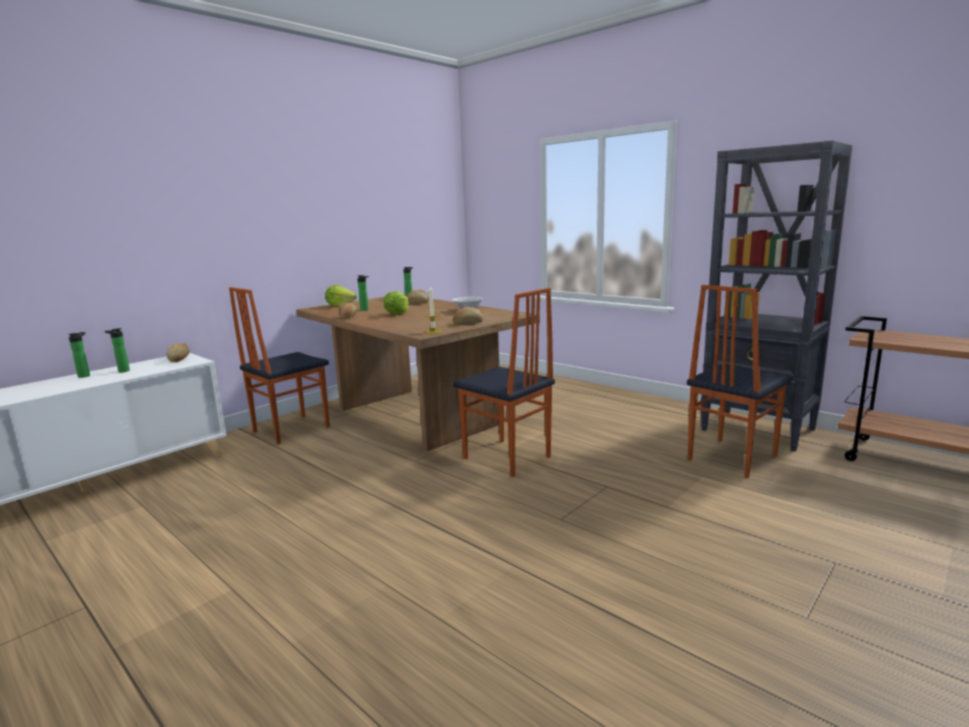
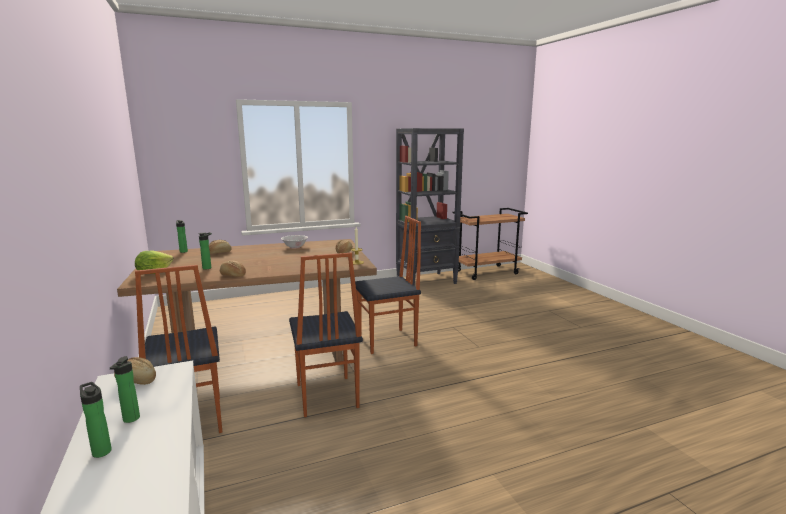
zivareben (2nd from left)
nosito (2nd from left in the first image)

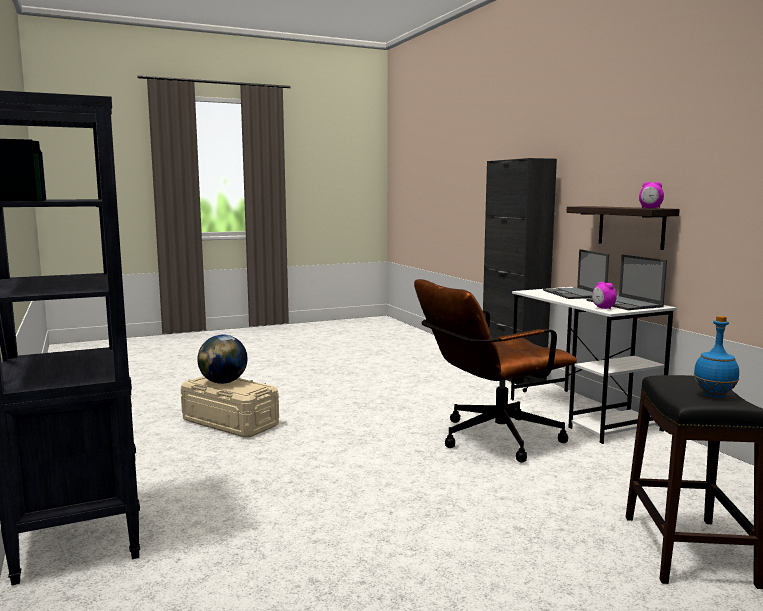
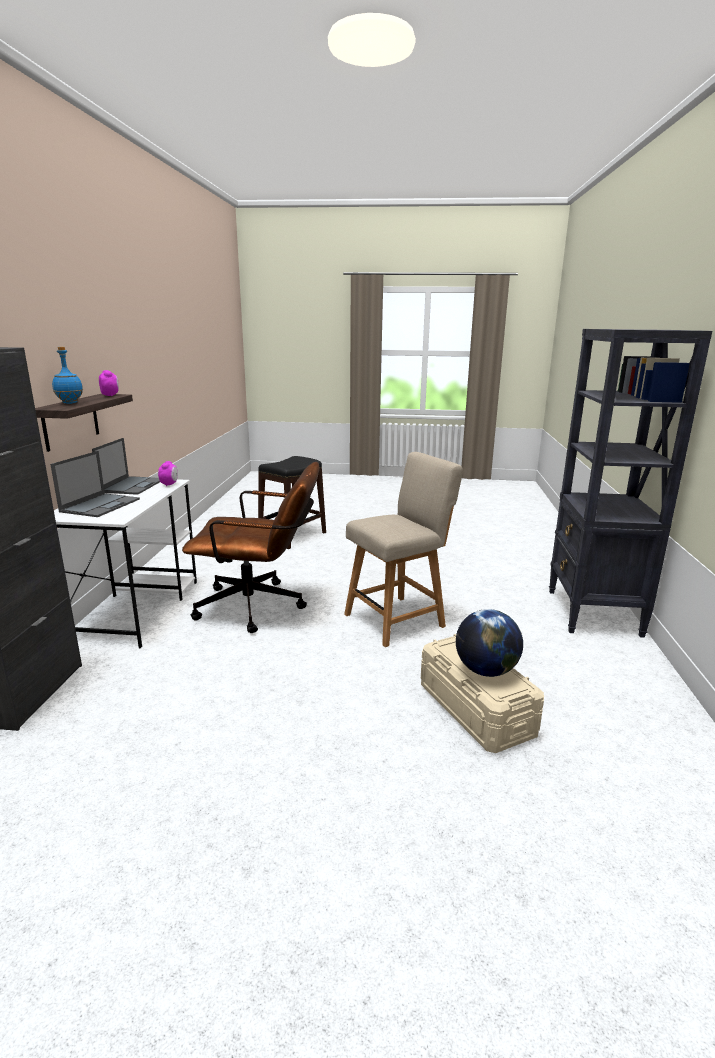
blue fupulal
beige zivareben

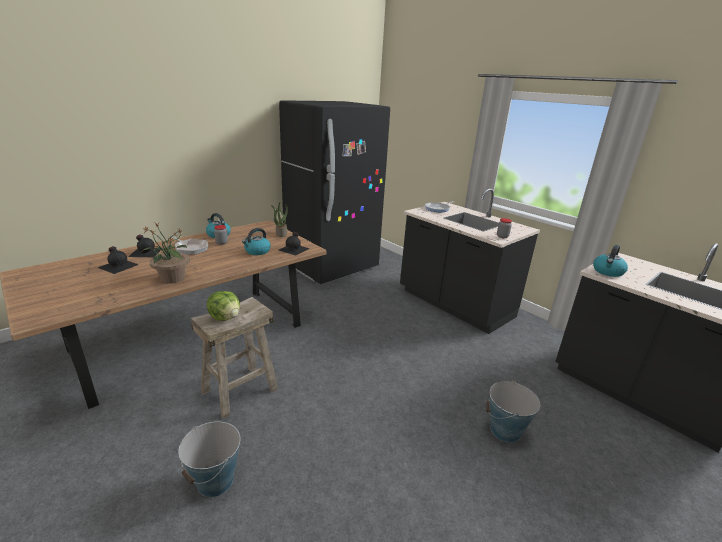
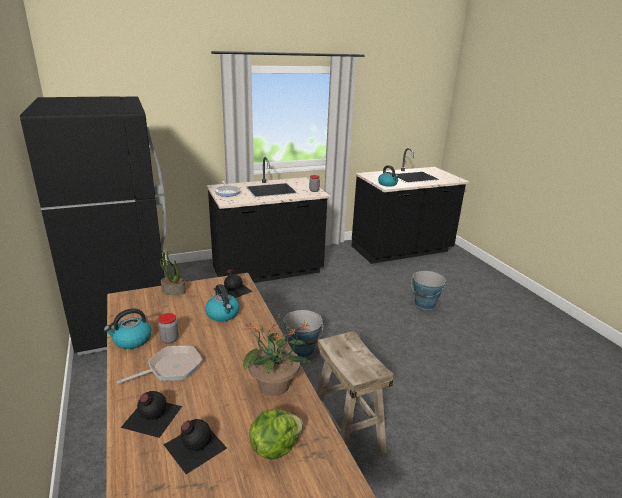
nosito
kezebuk (1st from left)

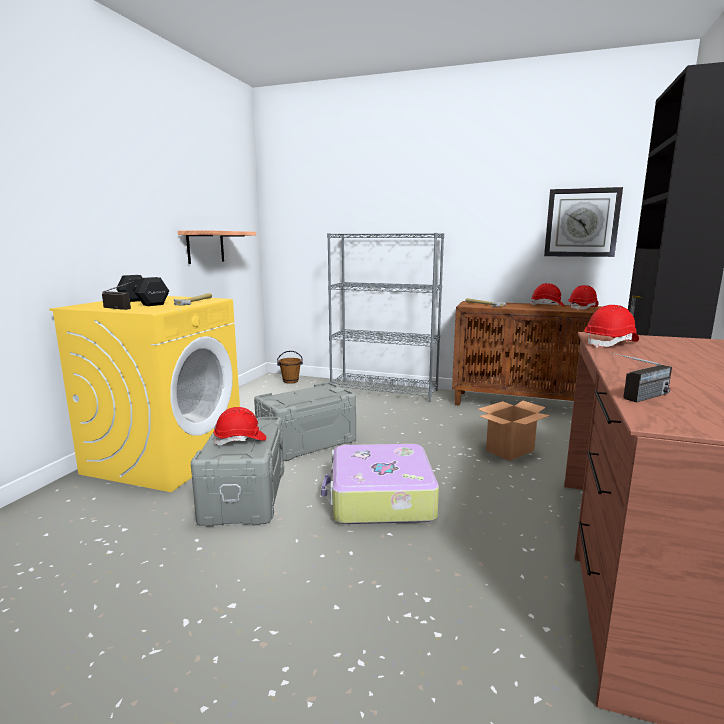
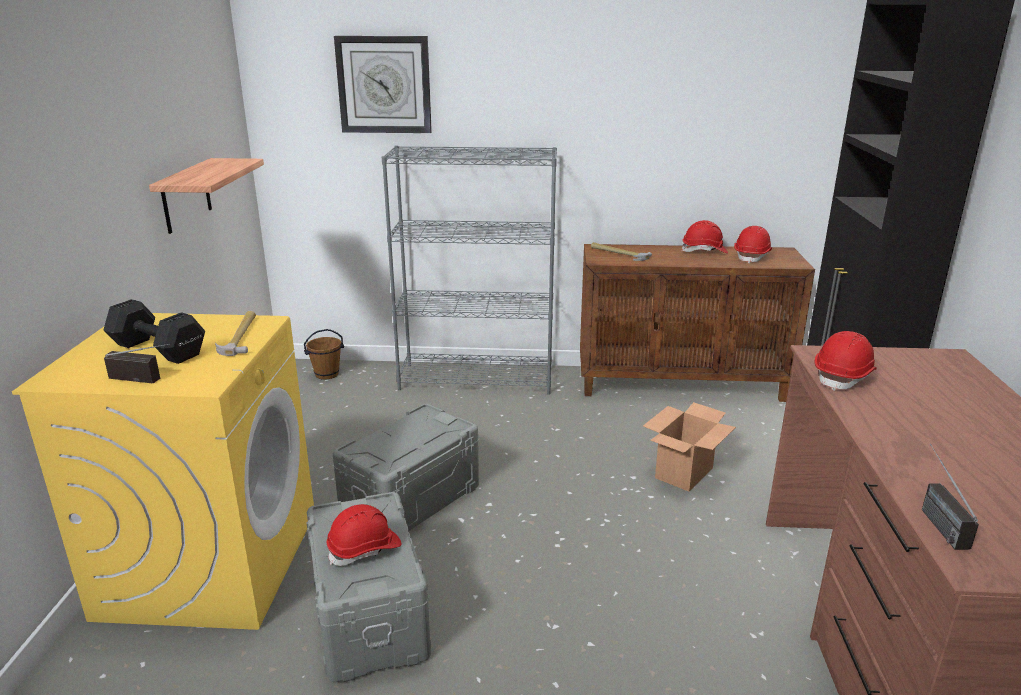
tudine
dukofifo (2nd from left)
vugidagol

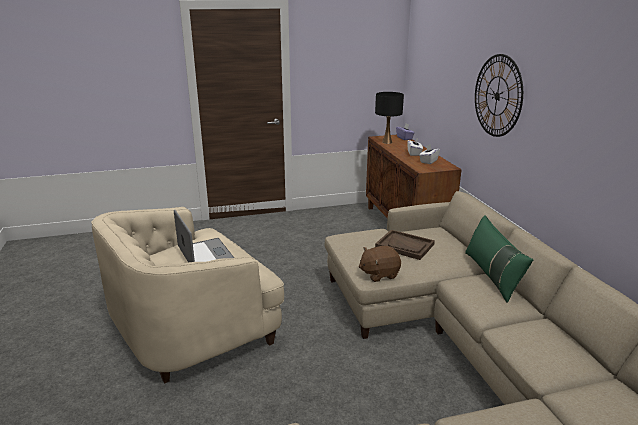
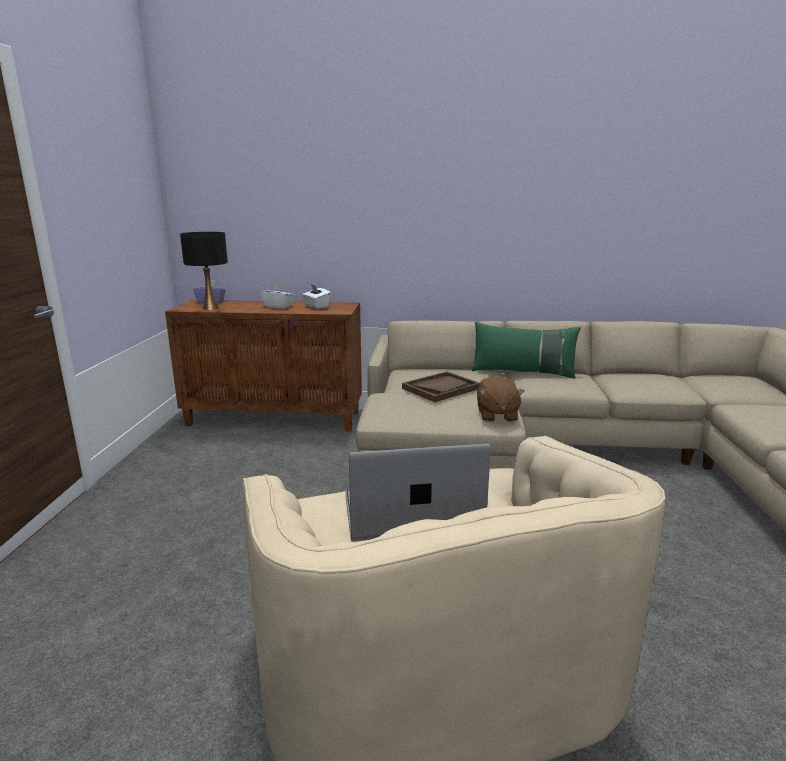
tudine

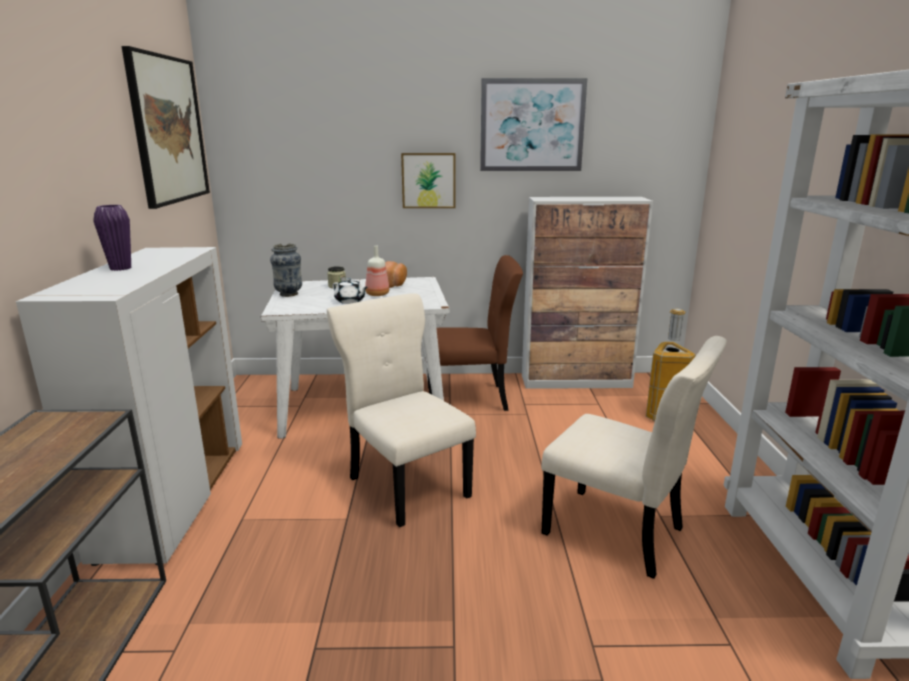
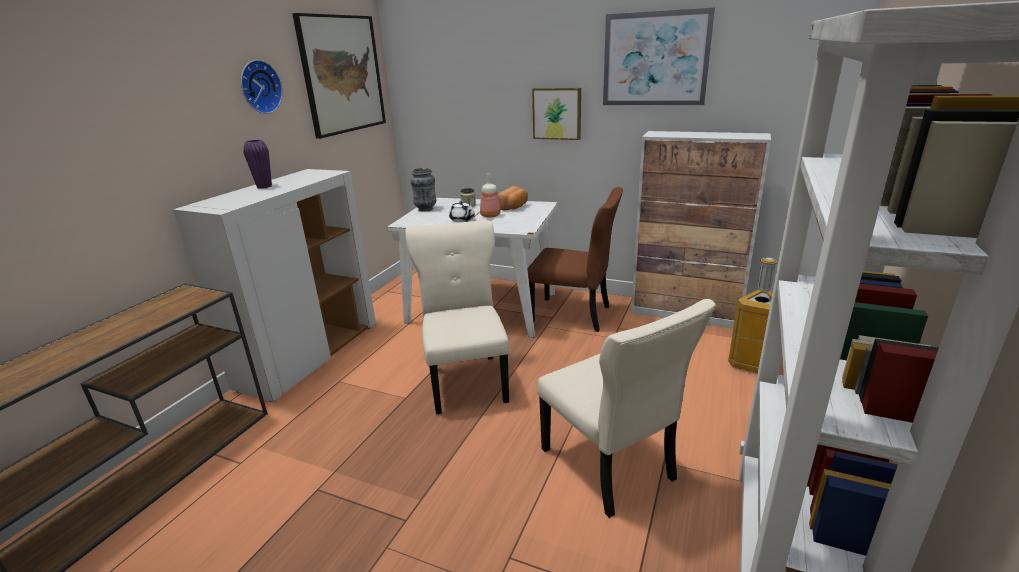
tudine

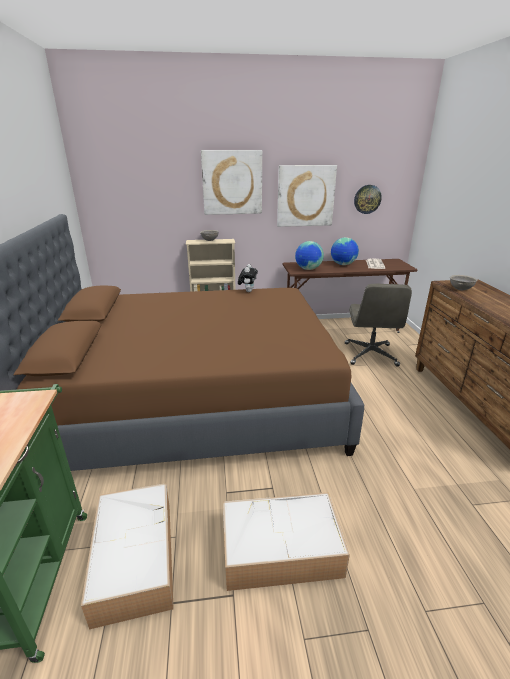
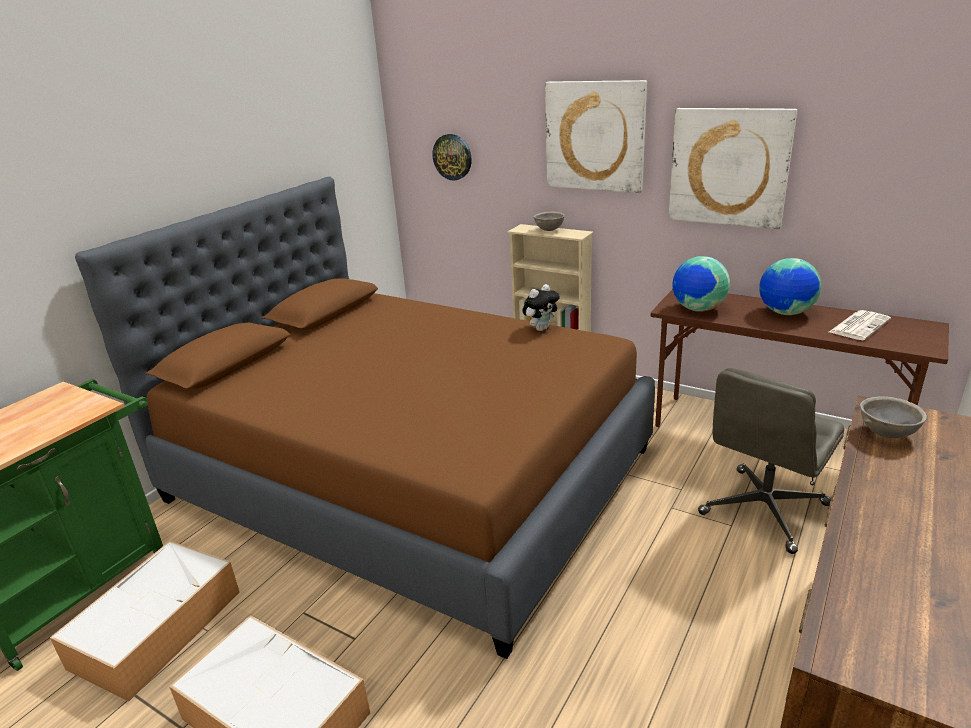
tudine

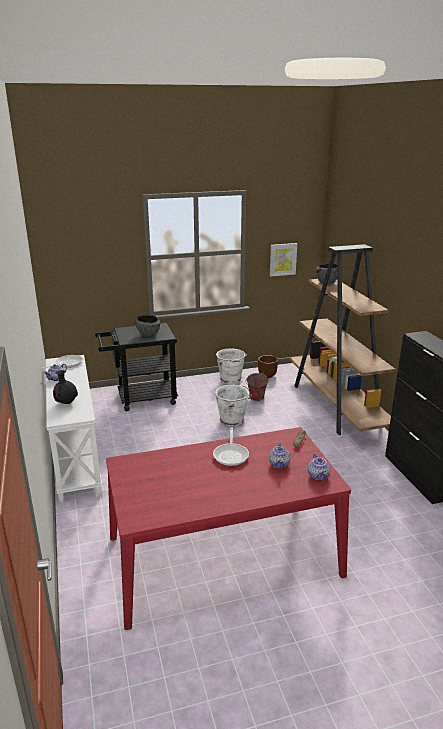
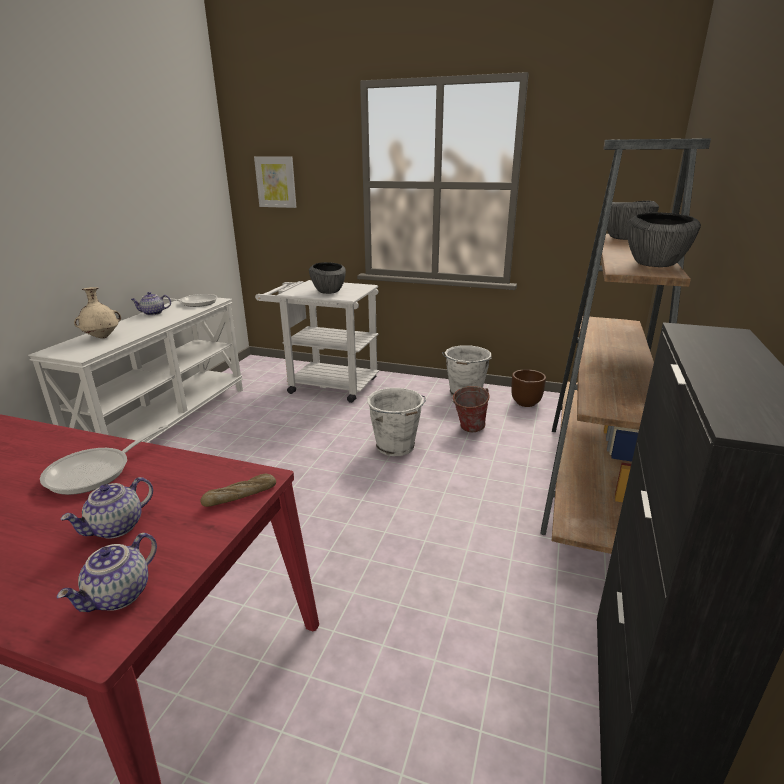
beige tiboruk
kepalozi
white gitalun
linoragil (3rd from left)

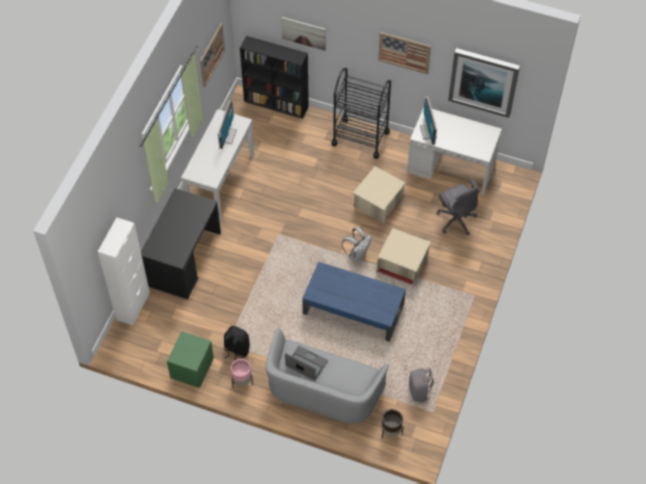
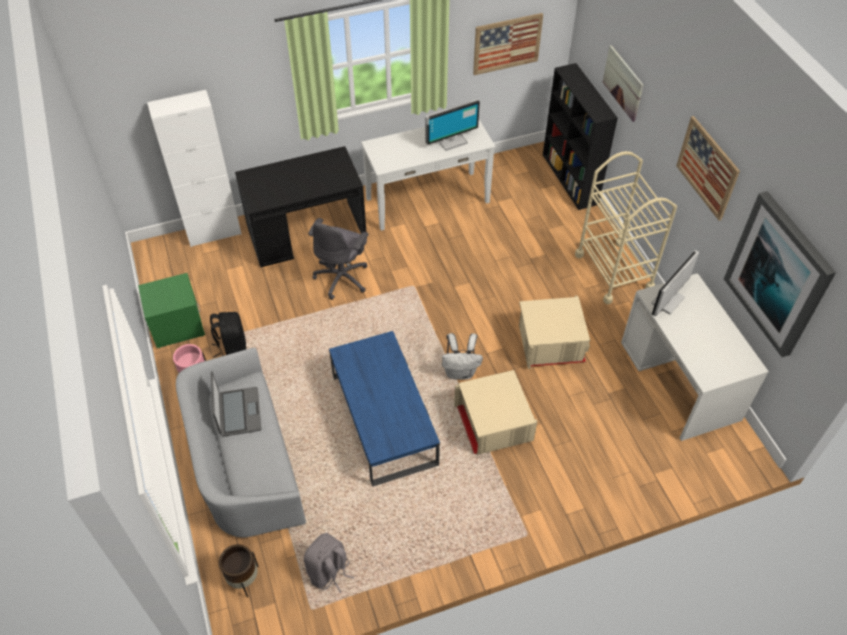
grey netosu
beige gitalun

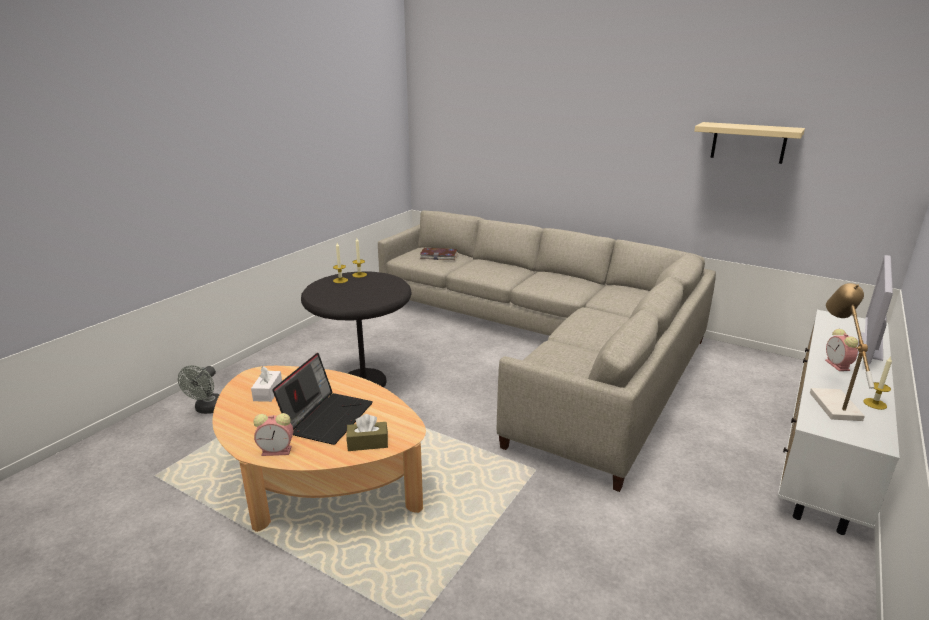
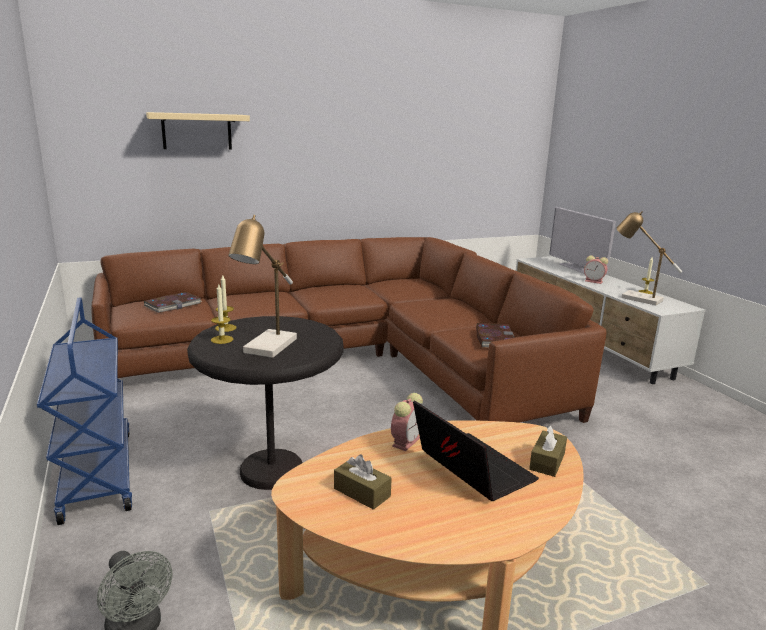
blue gitalun
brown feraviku
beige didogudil
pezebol (1st from left)
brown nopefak (1st from left)
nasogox (1st from left)
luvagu (2nd from left)

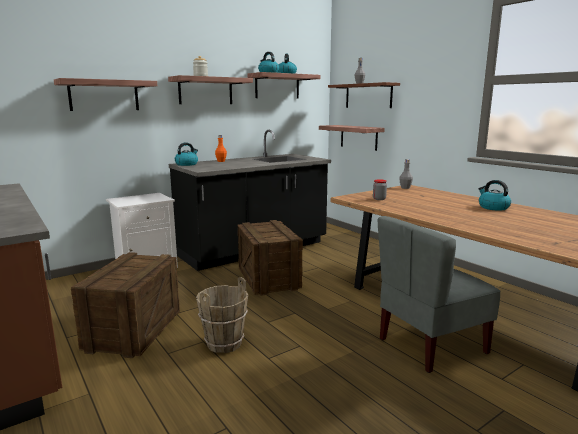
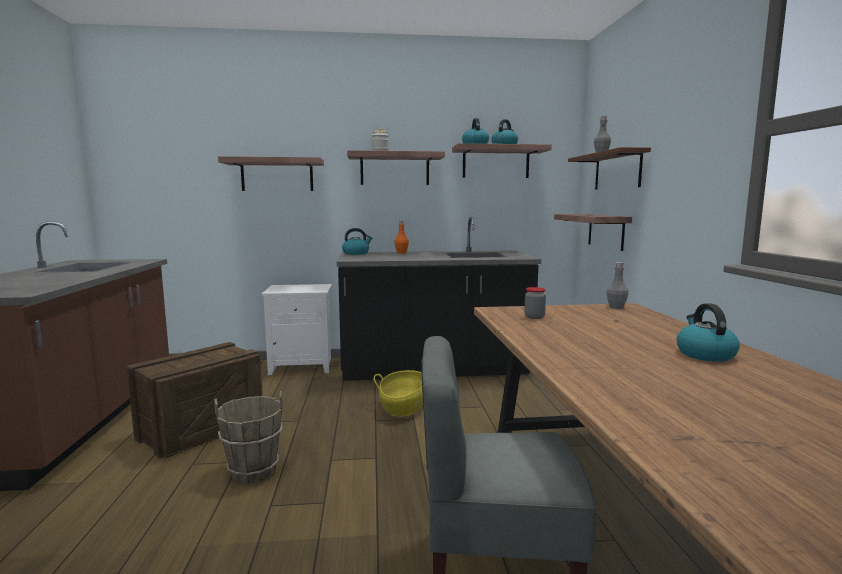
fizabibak

